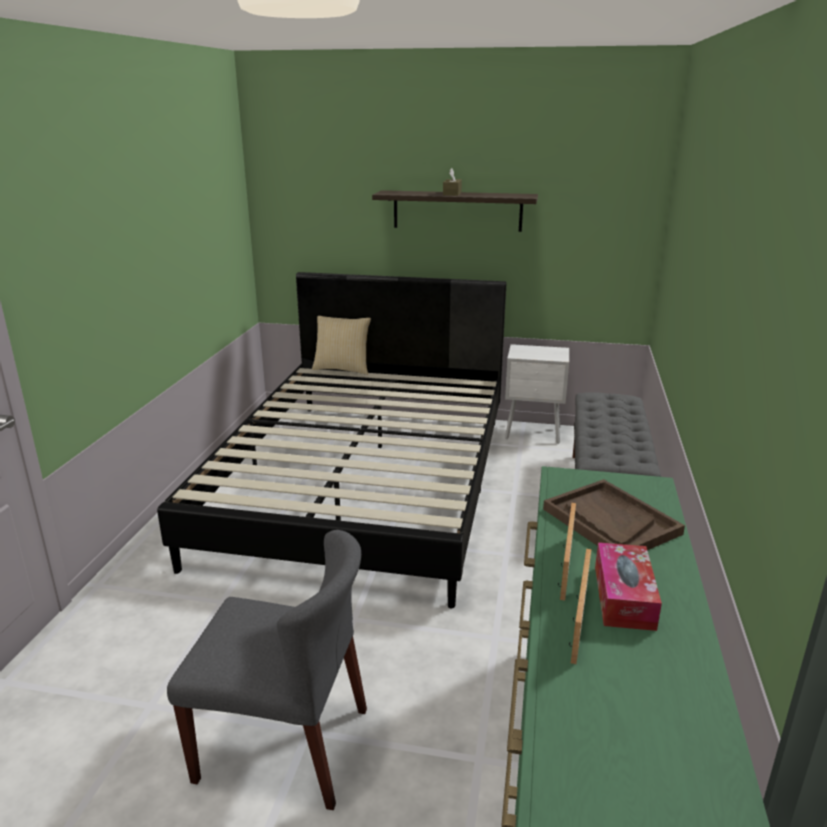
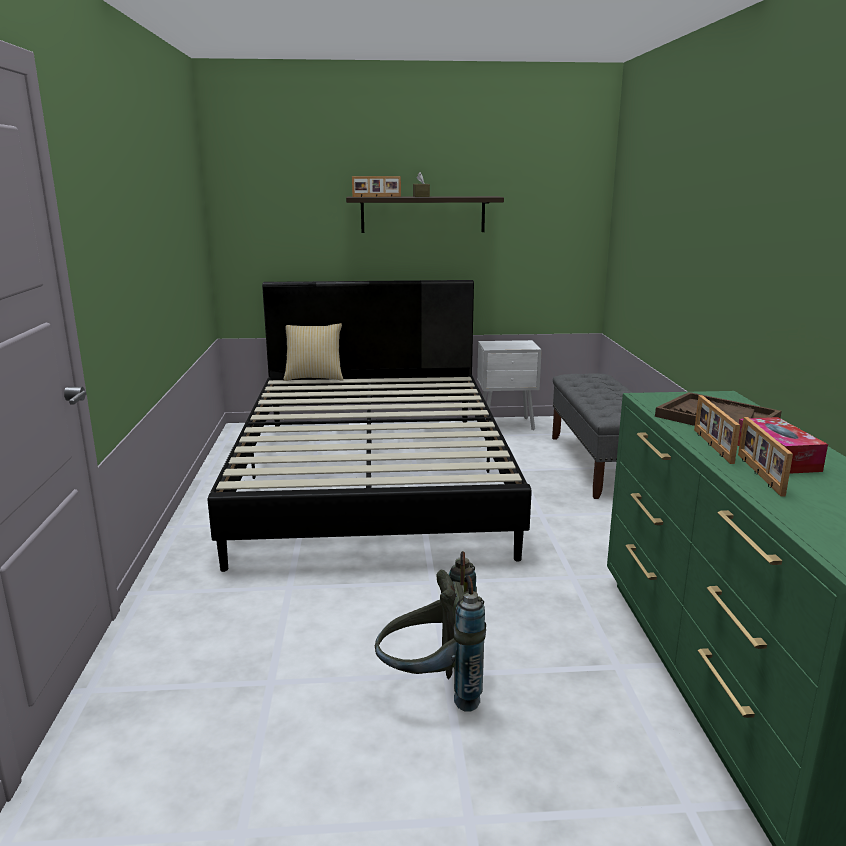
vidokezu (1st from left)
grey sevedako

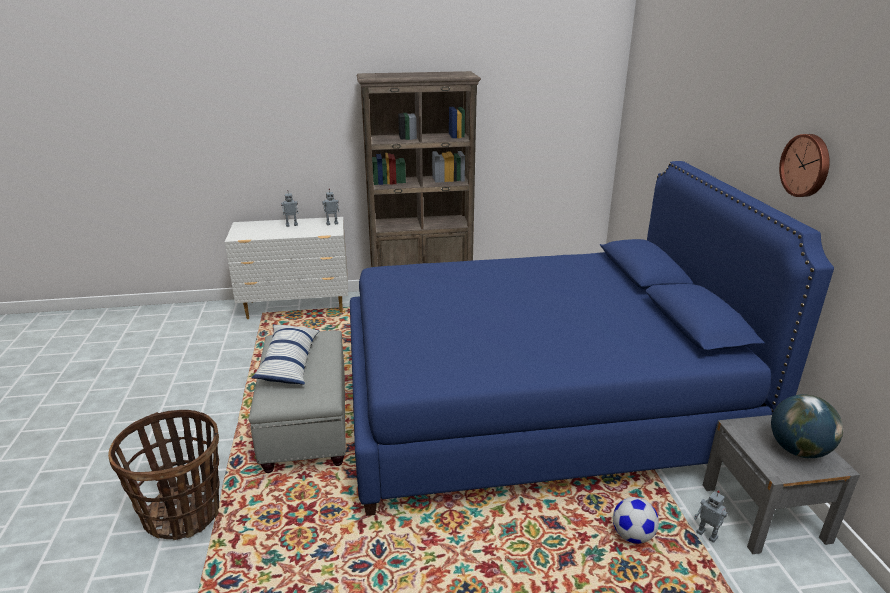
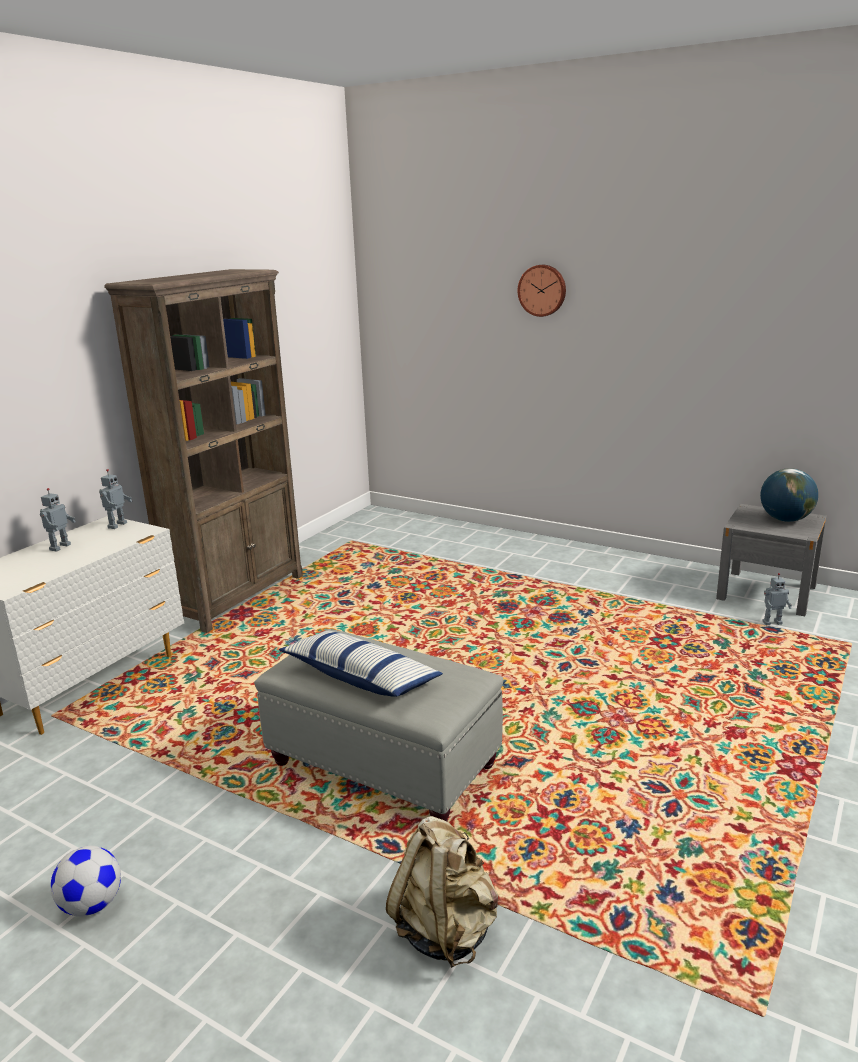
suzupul
beige sevedako
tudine
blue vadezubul

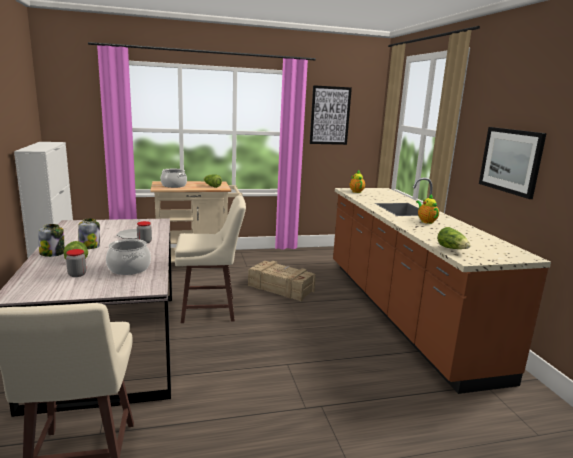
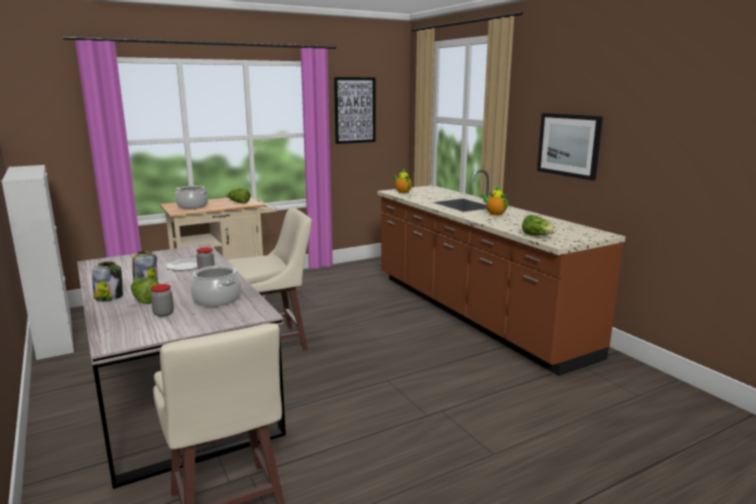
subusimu

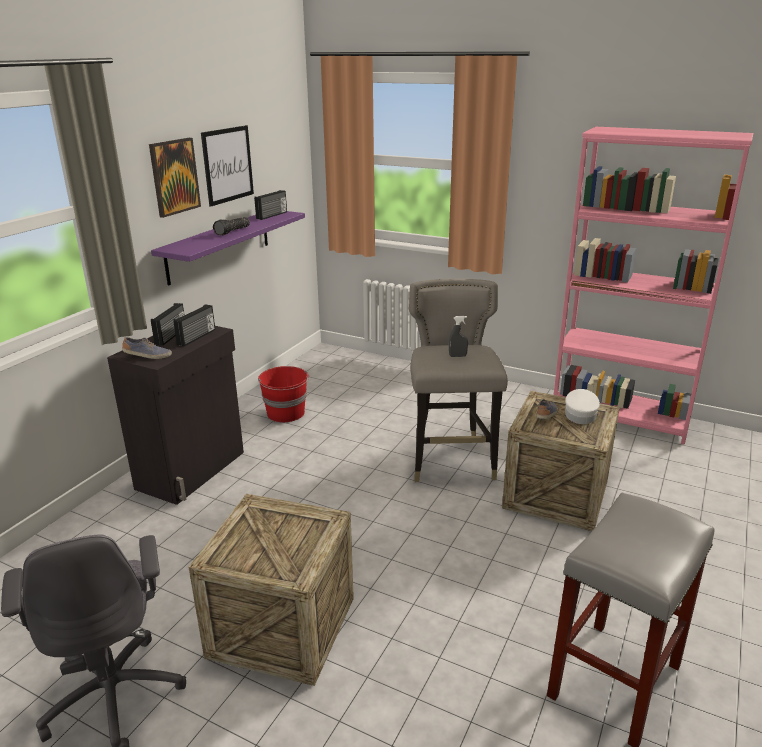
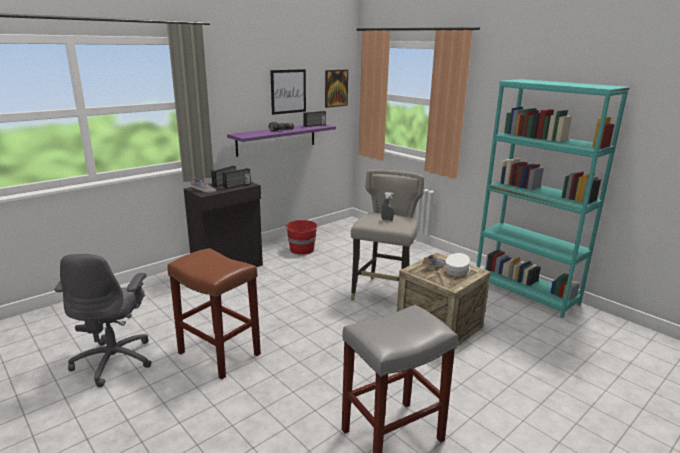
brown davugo
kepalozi (2nd from left)
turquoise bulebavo

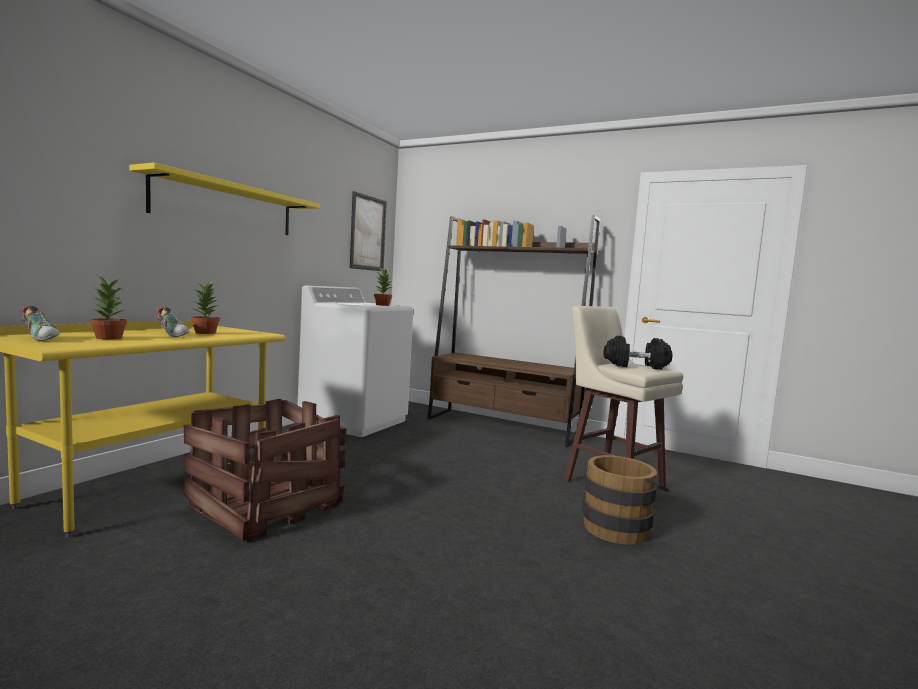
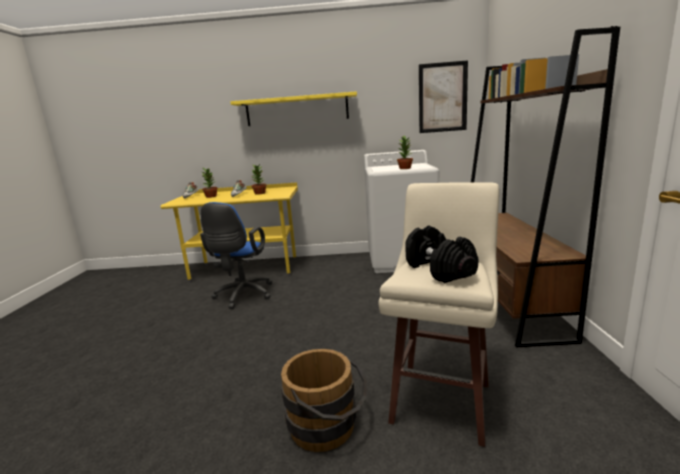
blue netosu

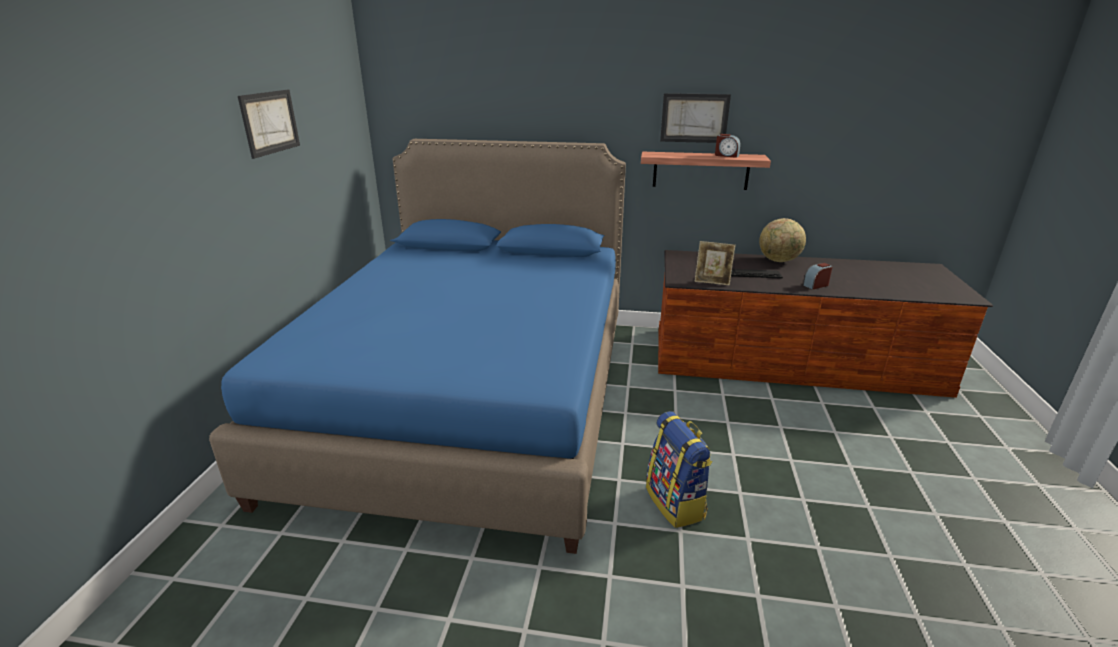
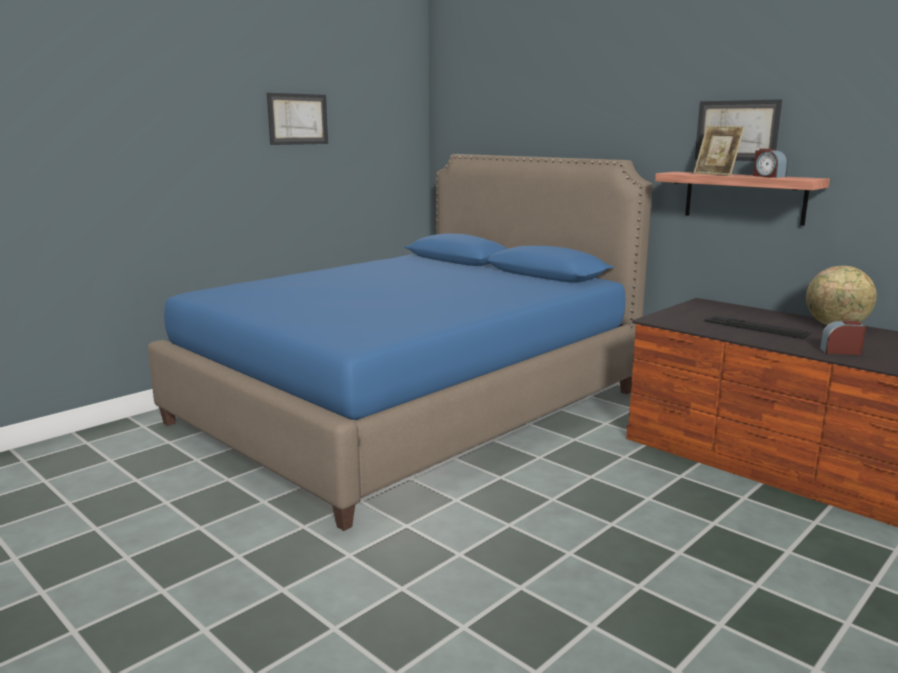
vidokezu
sevedako

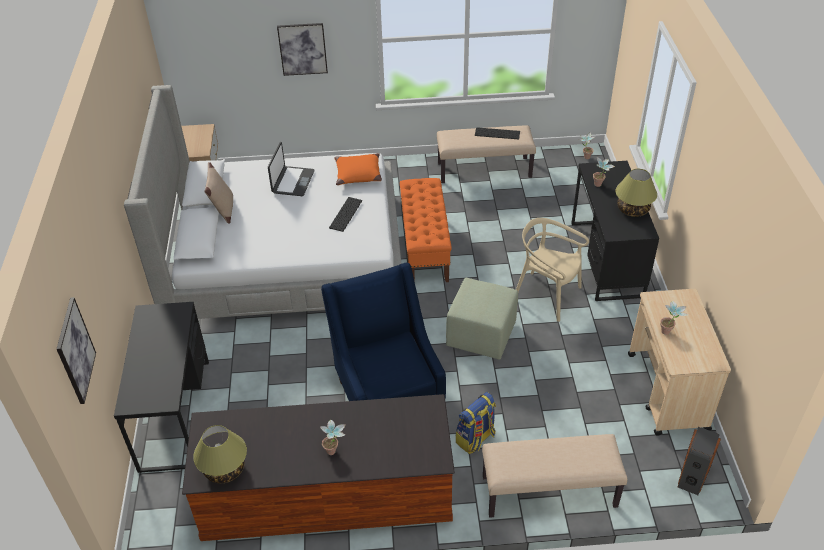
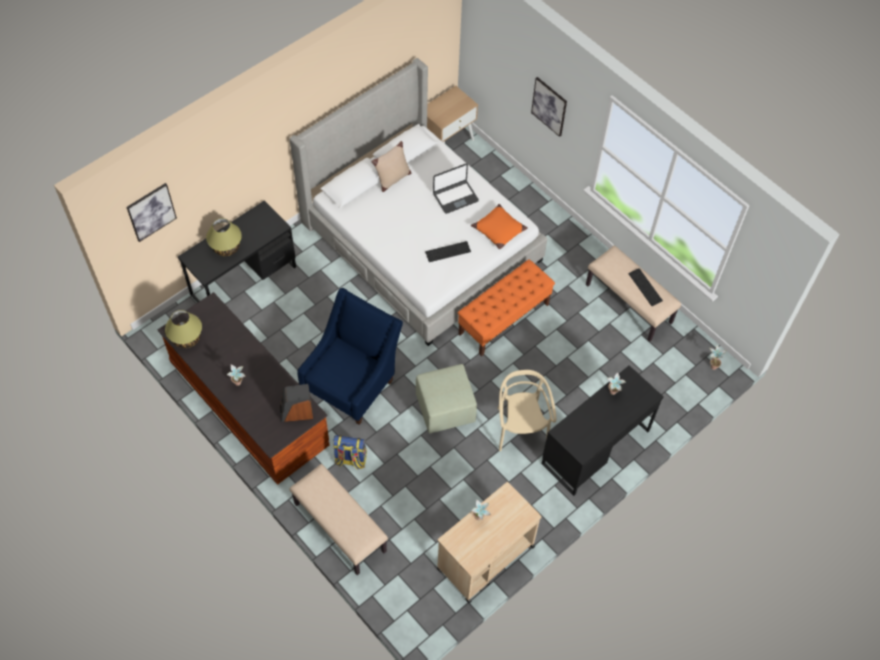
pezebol (2nd from left)
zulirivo

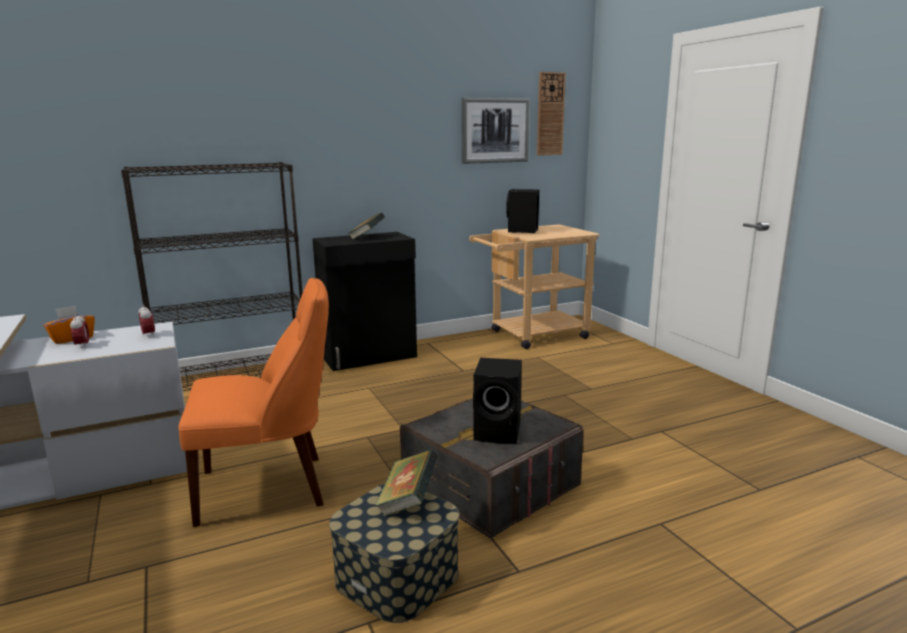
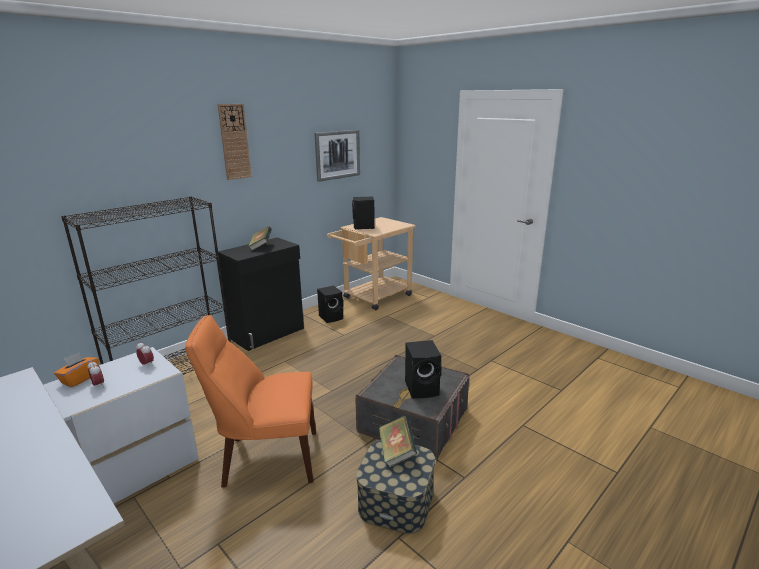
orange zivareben
tudine
black zulirivo (1st from left)

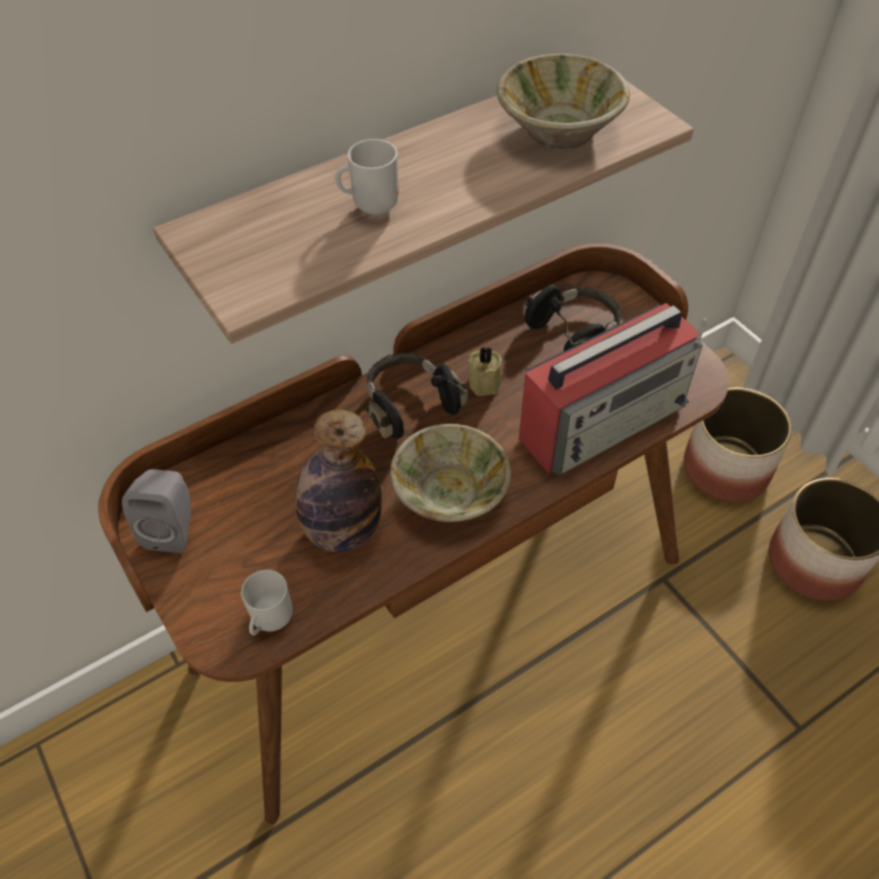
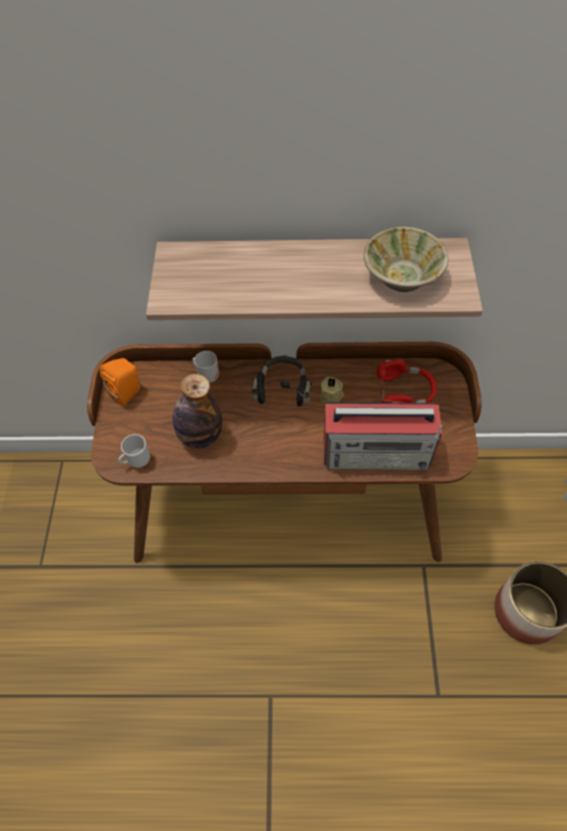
orange zulirivo
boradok (2nd from left)
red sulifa
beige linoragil (1st from left in the first image)
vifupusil (1st from left in the first image)

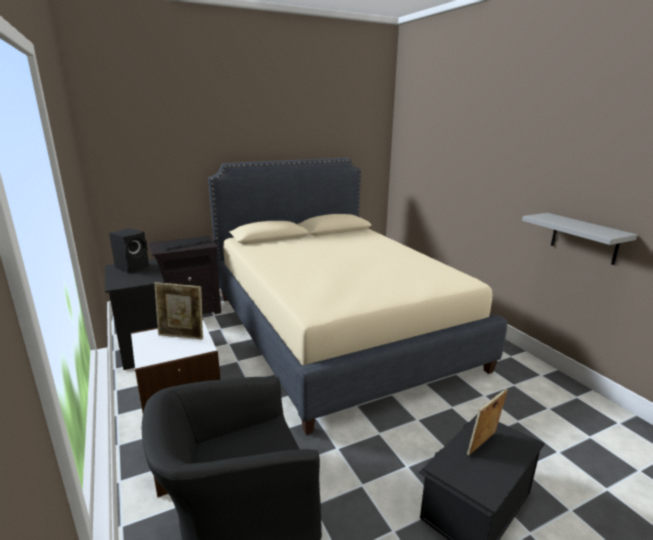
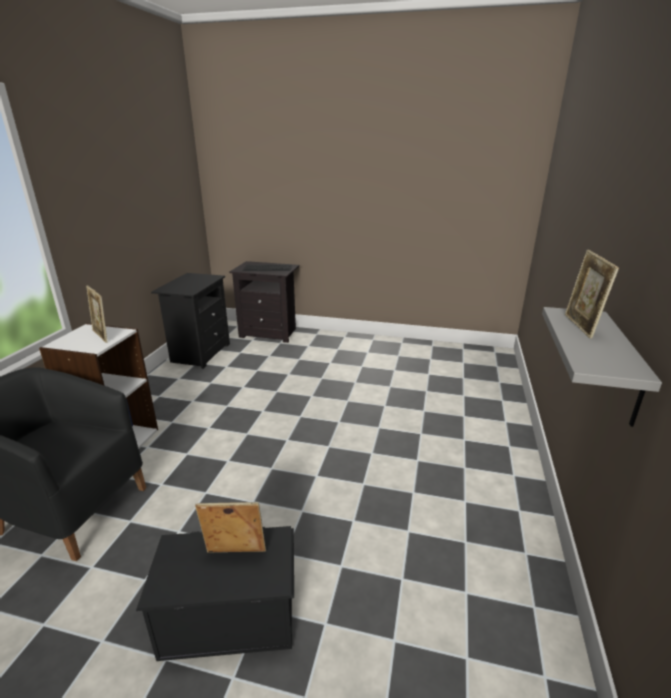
vidokezu (3rd from left)
black zulirivo
beige vadezubul

